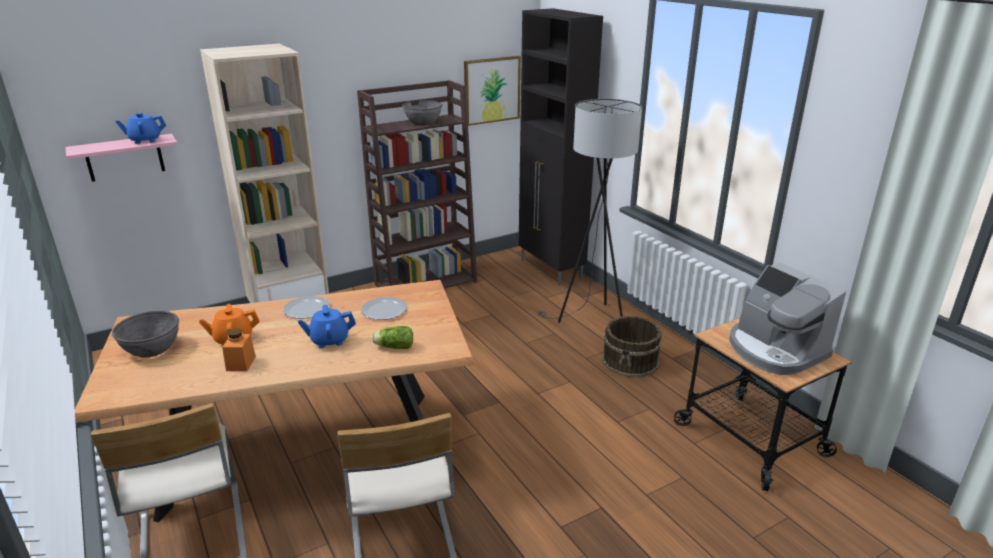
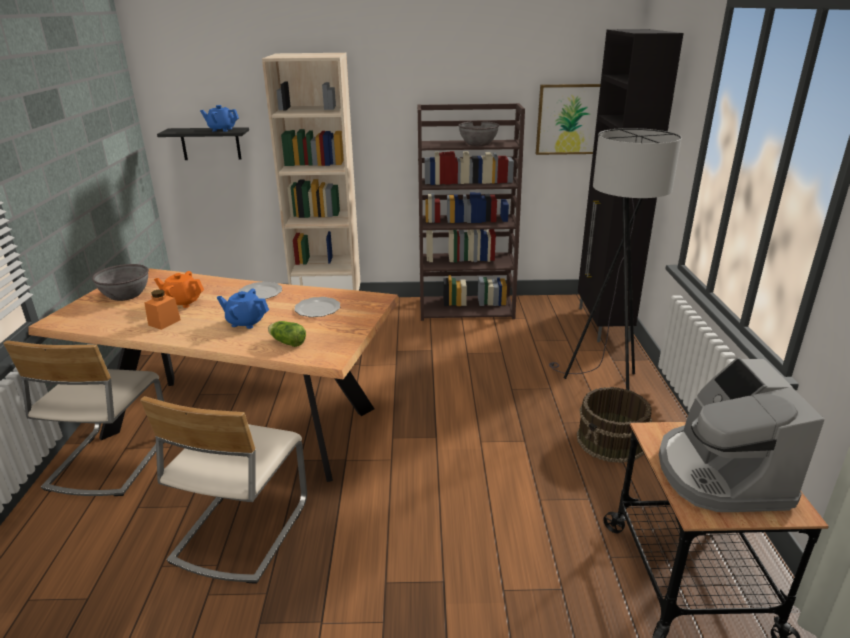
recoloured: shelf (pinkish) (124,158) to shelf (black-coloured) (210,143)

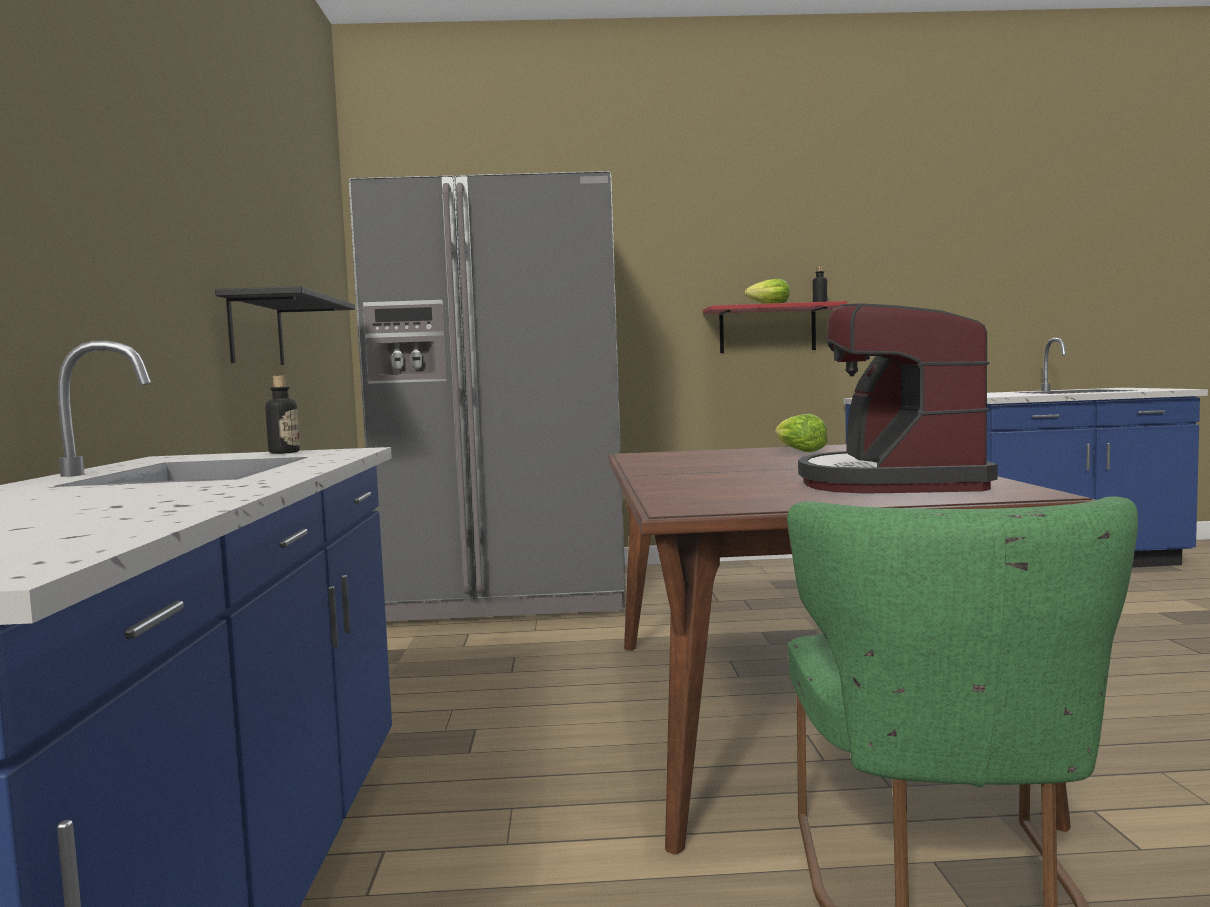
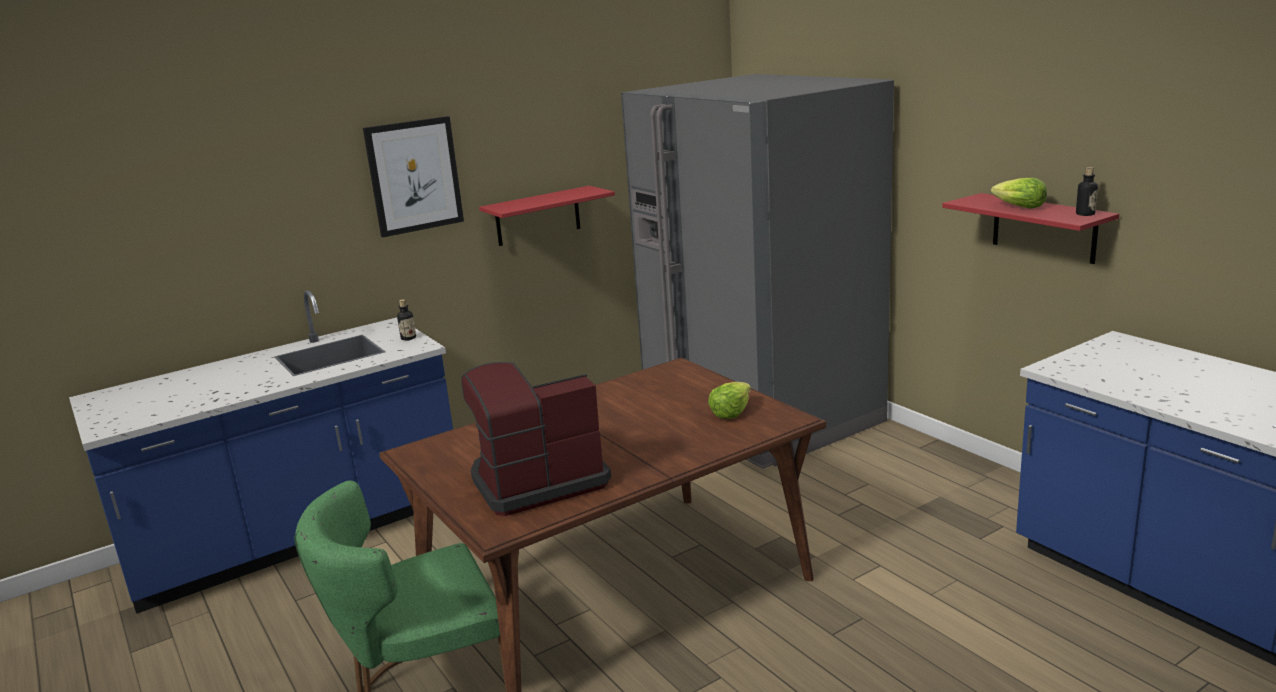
added: picture (414,176)
recoloured: shelf (black-coloured) (256,331) to shelf (red-coloured) (538,216)

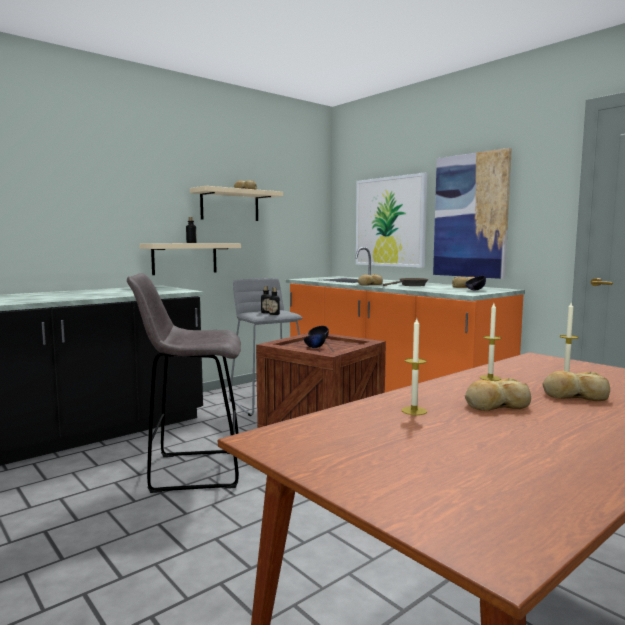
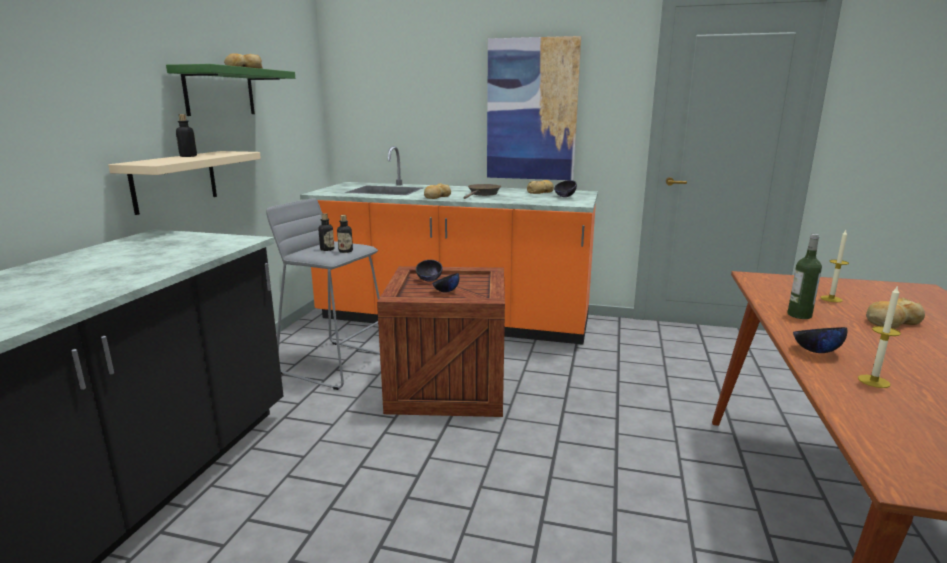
removed: stool seat (grey) (193,470); picture (390,222); bakery bread (495,405)
added: deep dish (black-coloured) (815,351)
replaced: wax light (490,378) to drink bottle (799,315)
recoloured: shelf (sand-coloured) (230,205) to shelf (green-coloured) (220,92)

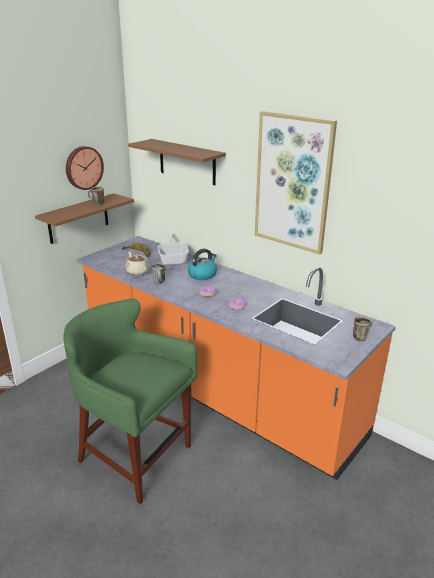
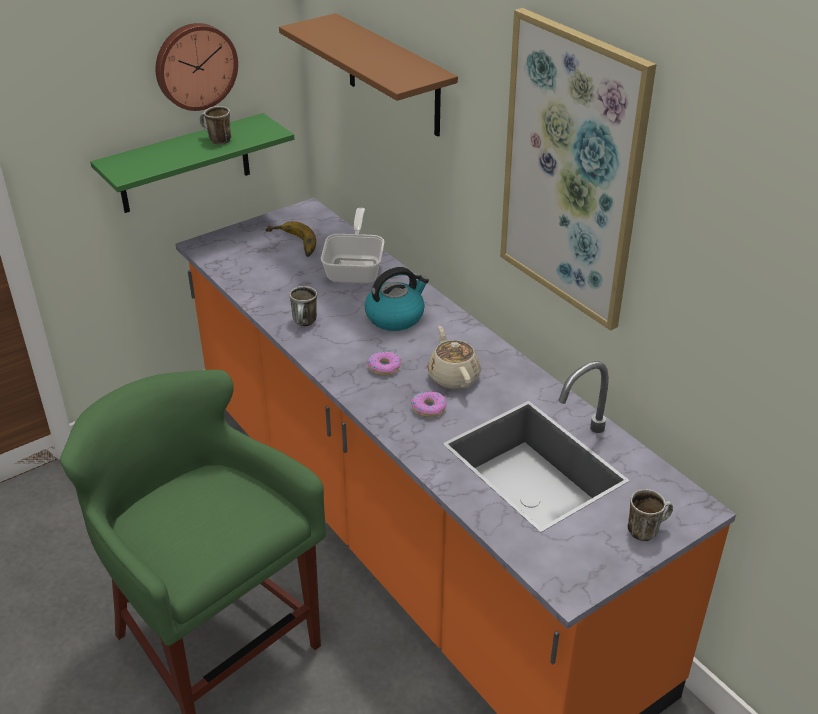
moved: teapot (sand-coloured) (137,272) to (453,376)
recoloured: shelf (brown) (78,218) to shelf (green-coloured) (184,164)

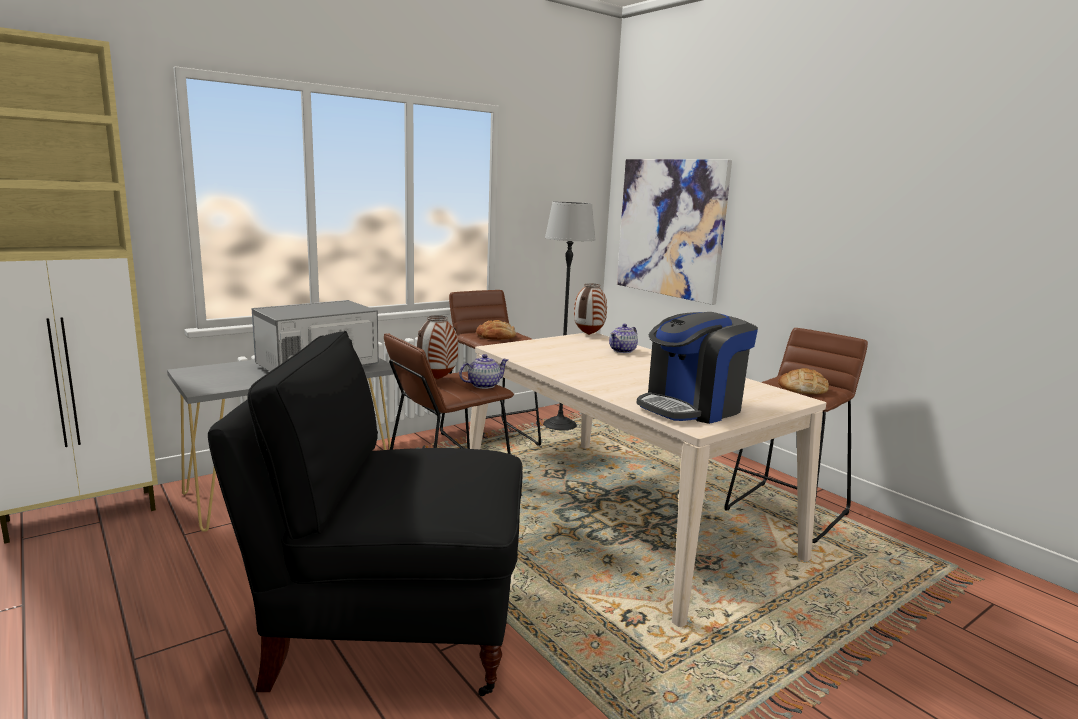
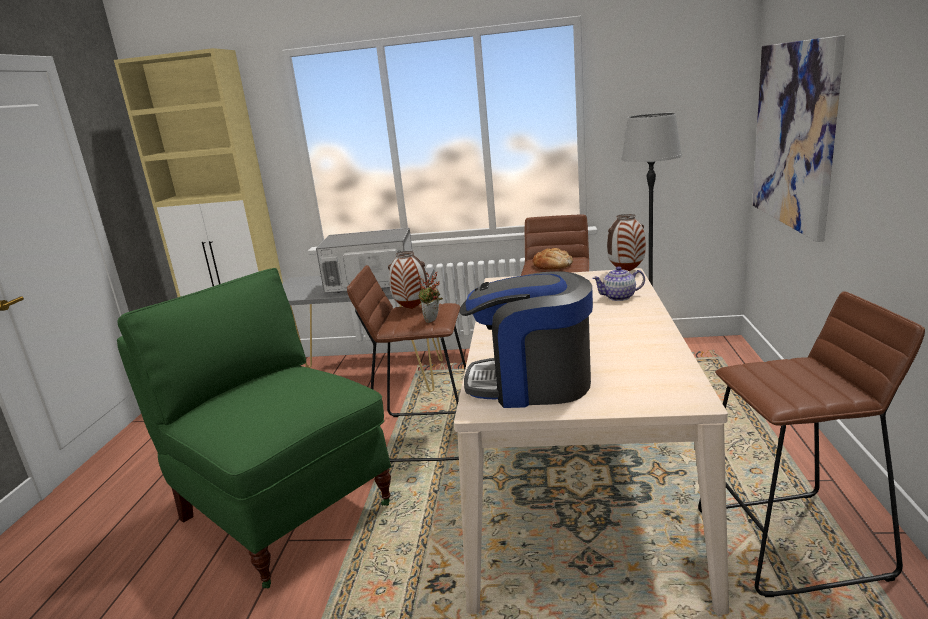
removed: bakery bread (802,388)
replaced: teapot (483,385) to plant in a pot (433,320)
recoloured: plain chair (black-coloured) (391,630) to plain chair (green-coloured) (283,510)

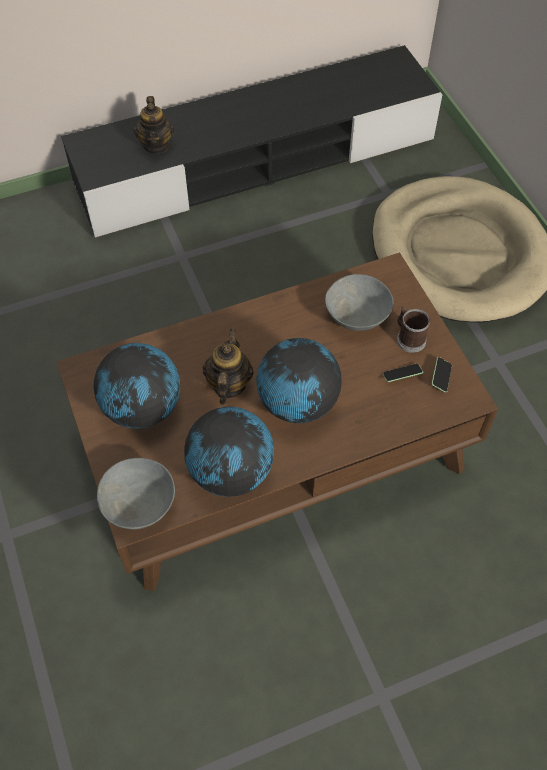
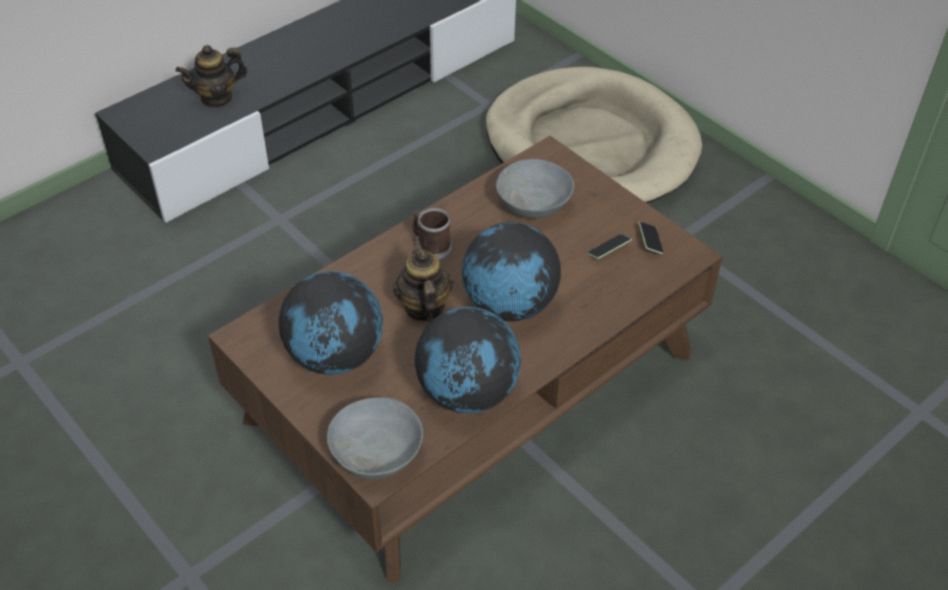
moved: mug (408,338) to (431,247)
turned: teapot (156,145) = (217,98) 90 degrees clockwise

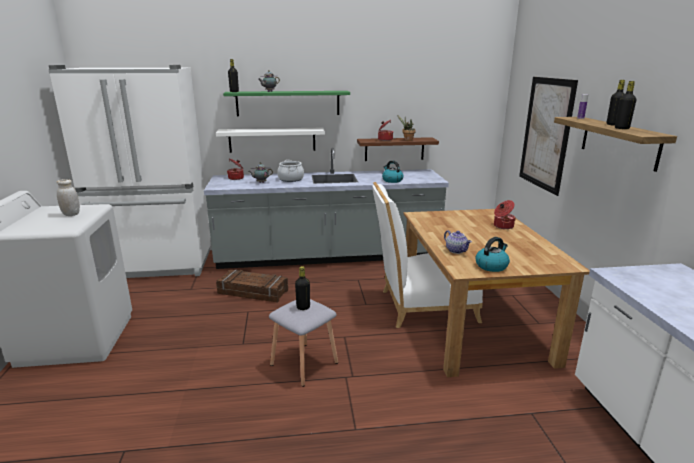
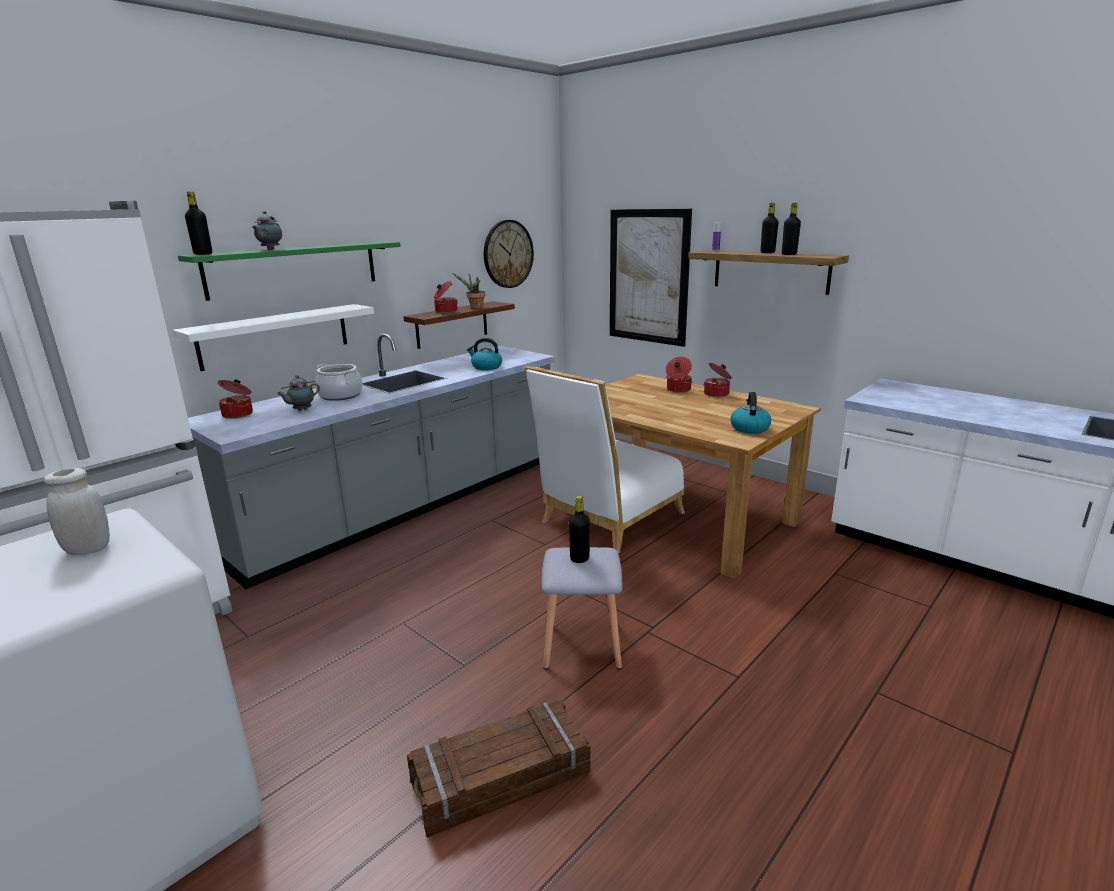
removed: teapot (456,250)
added: clock on the wall (508,254); stockpot (717,394)
moved: packing crate (252,292) to (501,778)

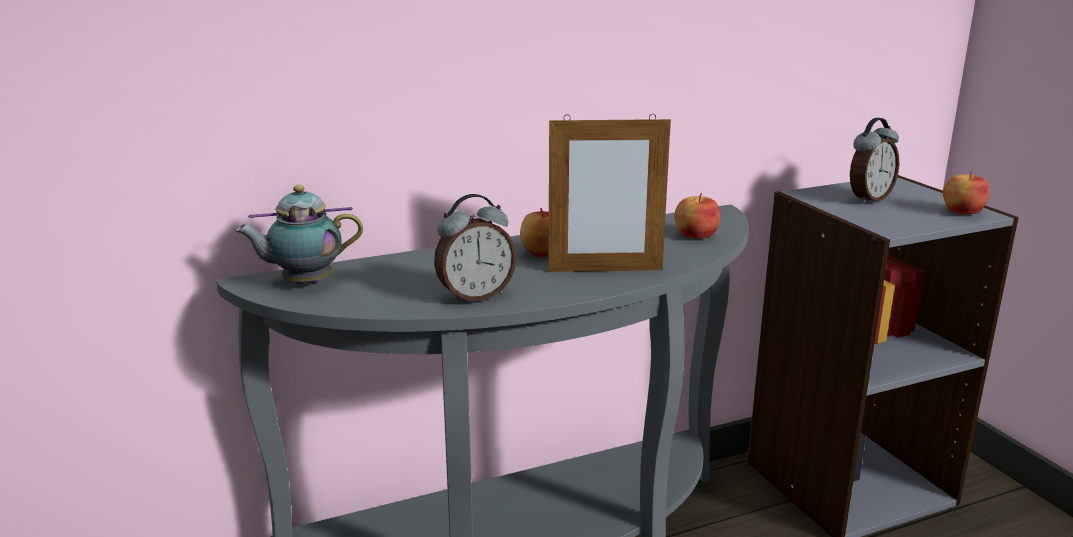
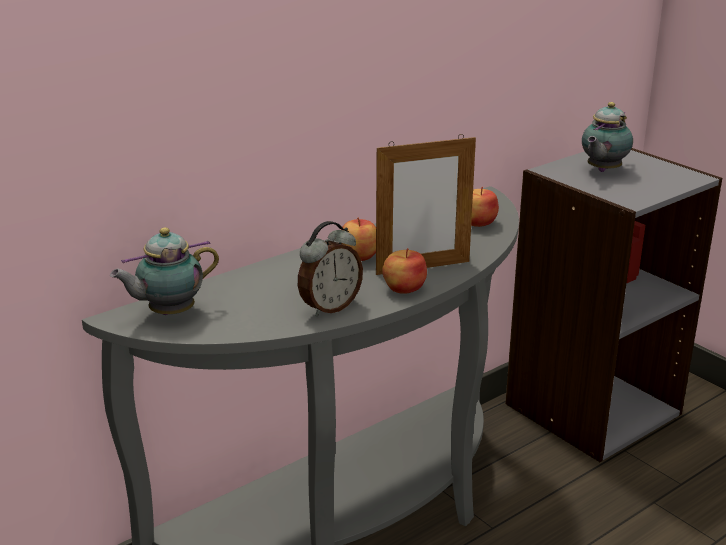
moved: apple (962,212) to (404,288)
replaced: table clock (868,199) to teapot (602,170)

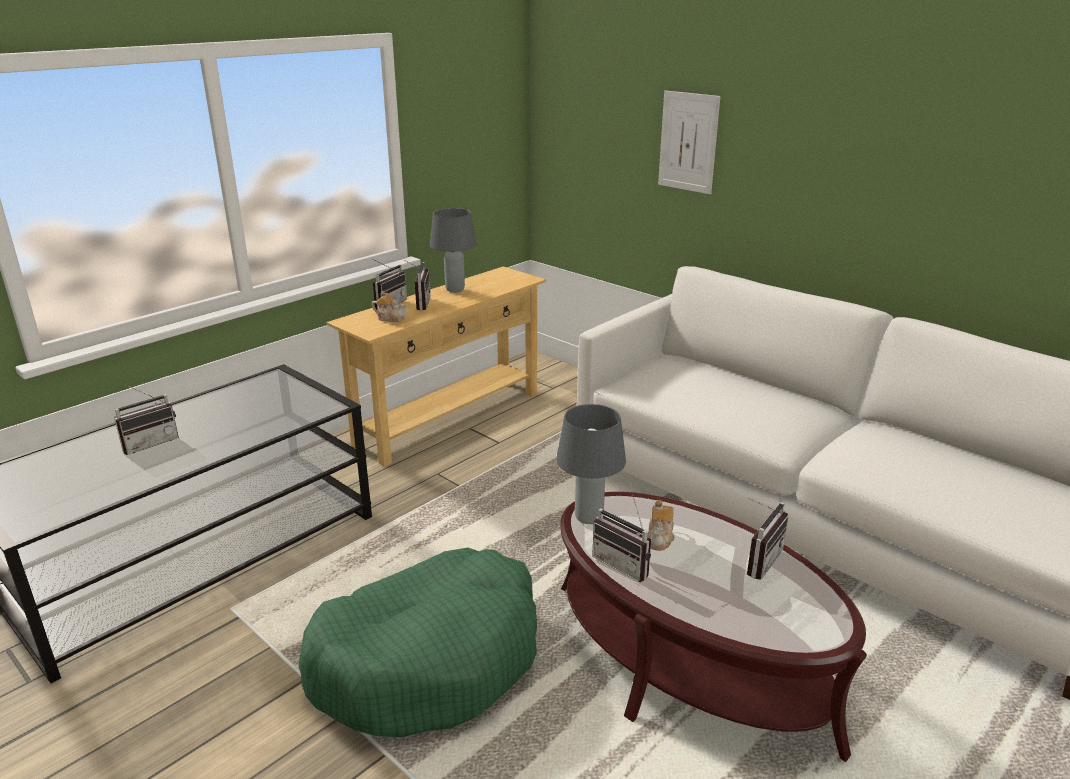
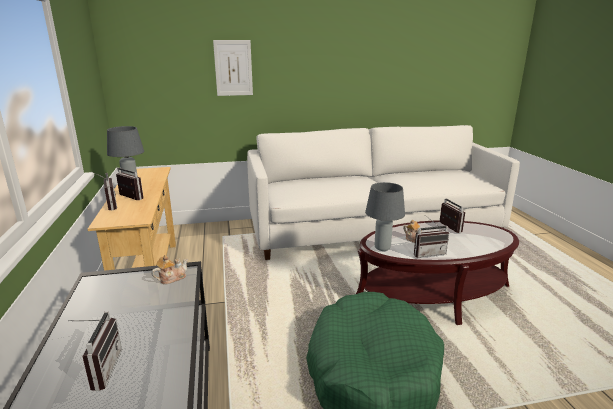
moved: teapot (390,318) to (171,278)

